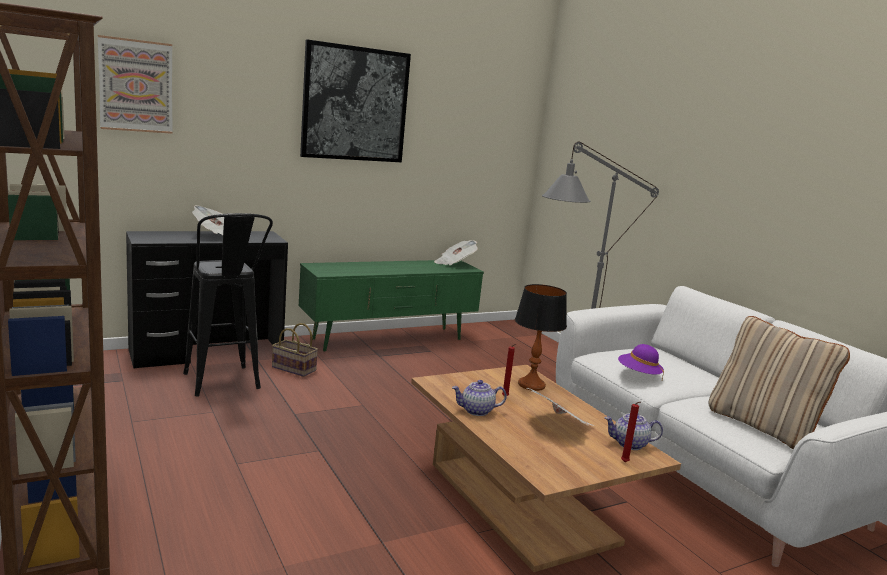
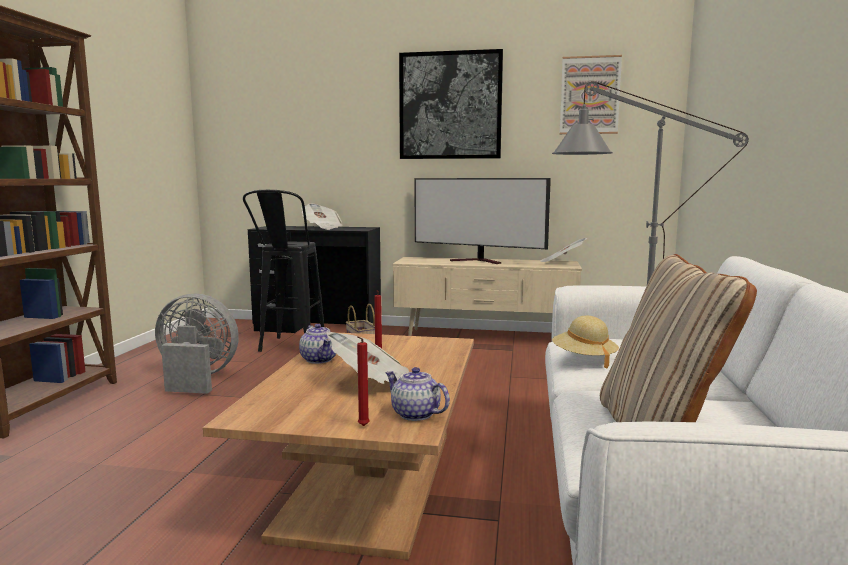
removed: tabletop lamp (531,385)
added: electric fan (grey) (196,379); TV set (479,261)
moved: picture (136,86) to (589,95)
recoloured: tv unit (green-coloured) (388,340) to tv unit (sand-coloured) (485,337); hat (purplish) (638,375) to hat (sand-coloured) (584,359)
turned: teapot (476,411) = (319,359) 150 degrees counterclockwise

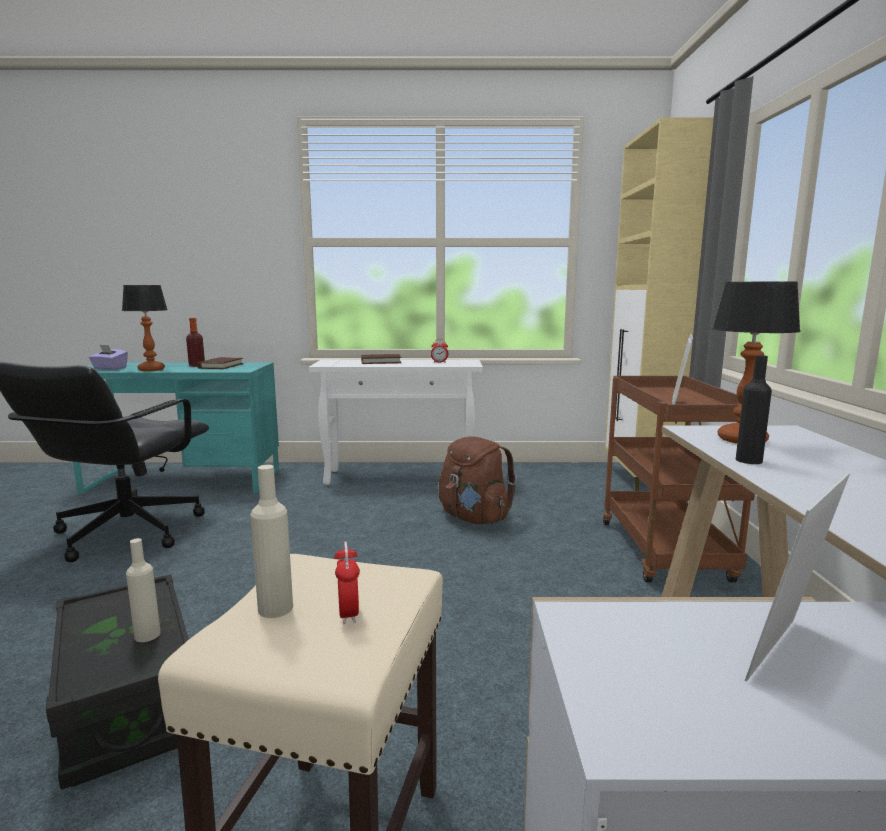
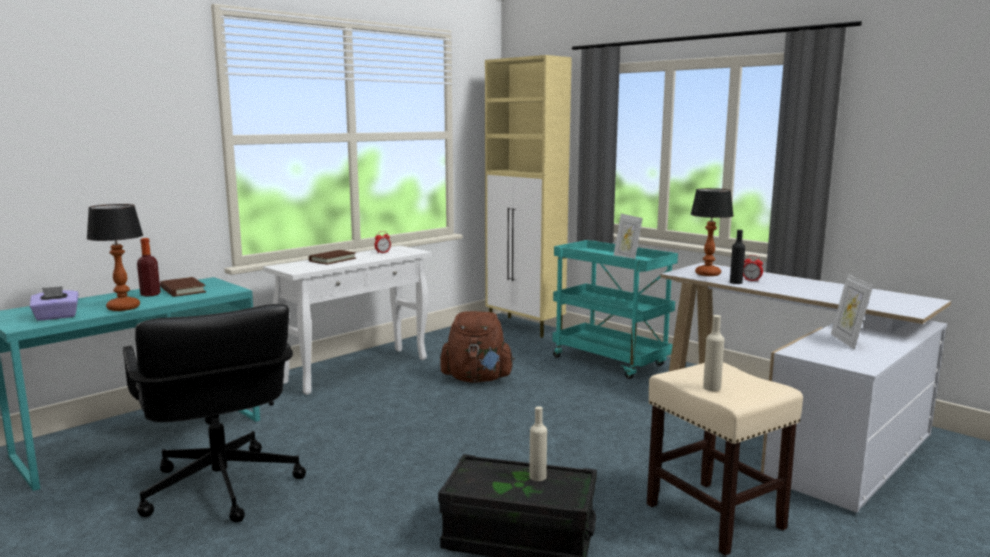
moved: table clock (348,613) to (751,280)
recoloured: cart (brown) (666,552) to cart (turquoise-coloured) (611,362)

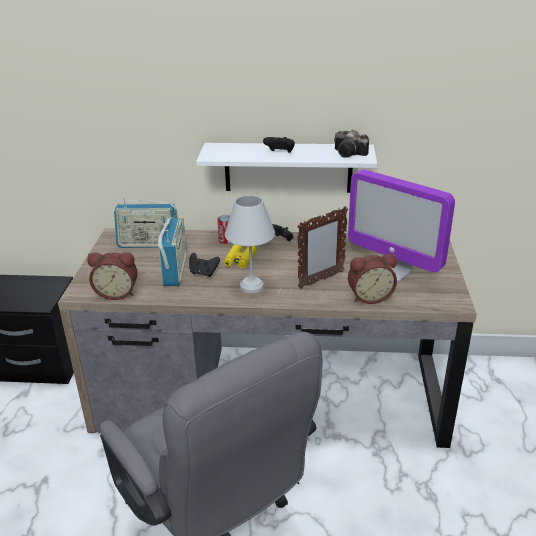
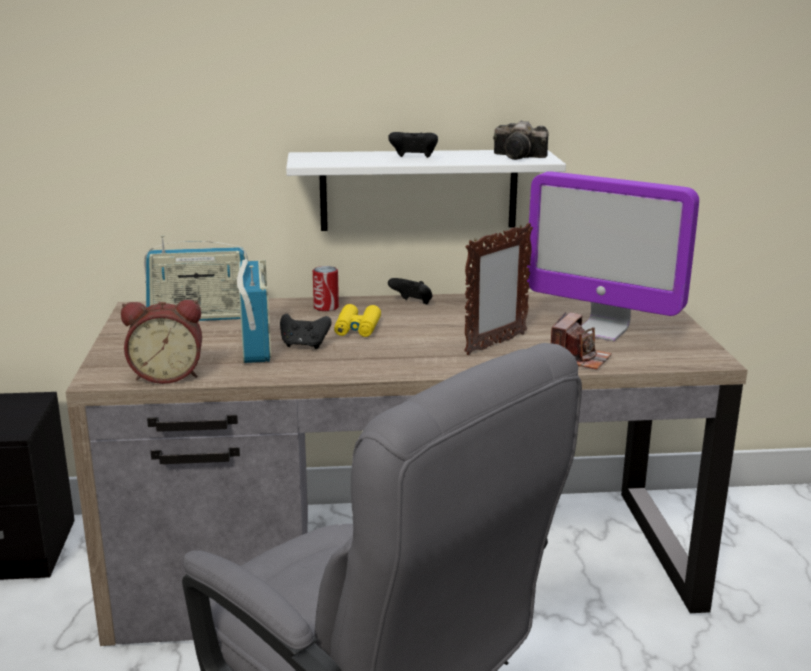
removed: tabletop lamp (whitish) (251,287)
replaced: table clock (369,296) to photo camera (579,359)

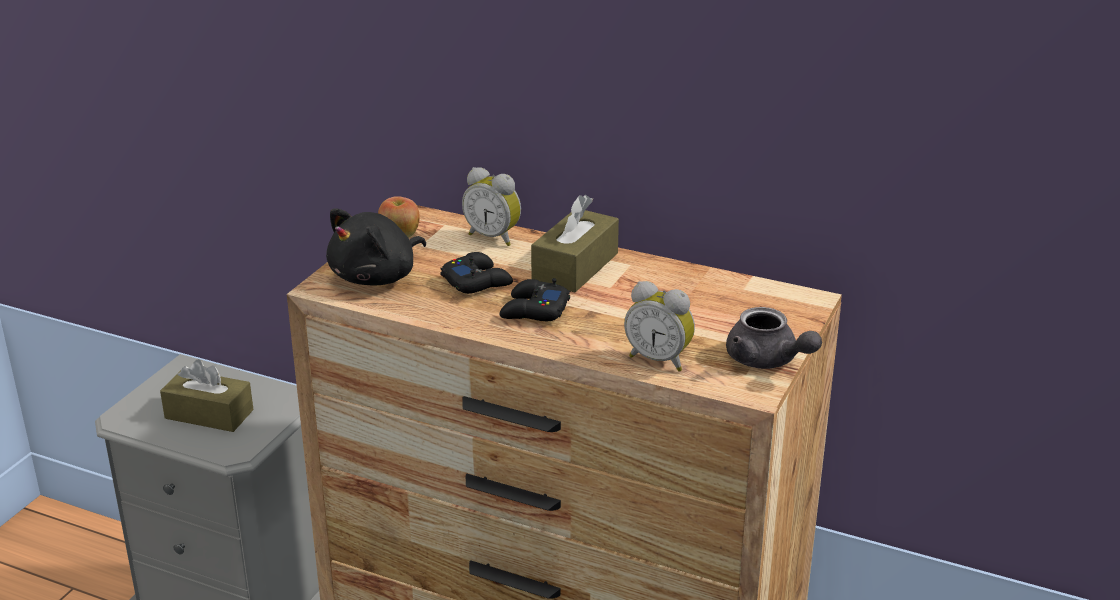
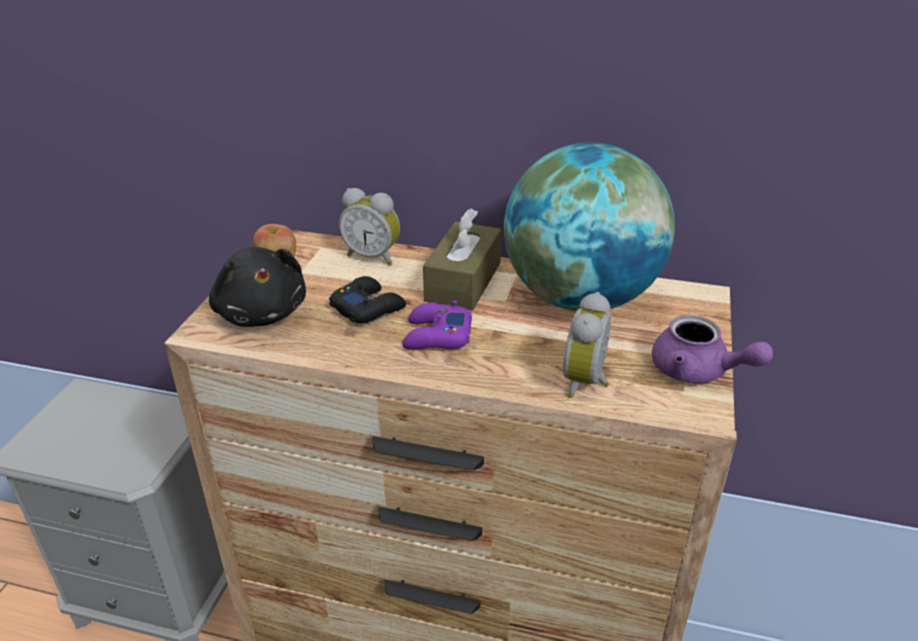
removed: tissue box (brown) (209,414)
added: desk globe (581,298)
recoloured: gamepad (black-coloured) (534,310) to gamepad (purplish) (436,336); teapot (grey) (767,361) to teapot (purplish) (698,372)
turned: plush toy (black-coloured) (377,277) = (261,312) 60 degrees counterclockwise; table clock (659,359) = (588,382) 90 degrees clockwise

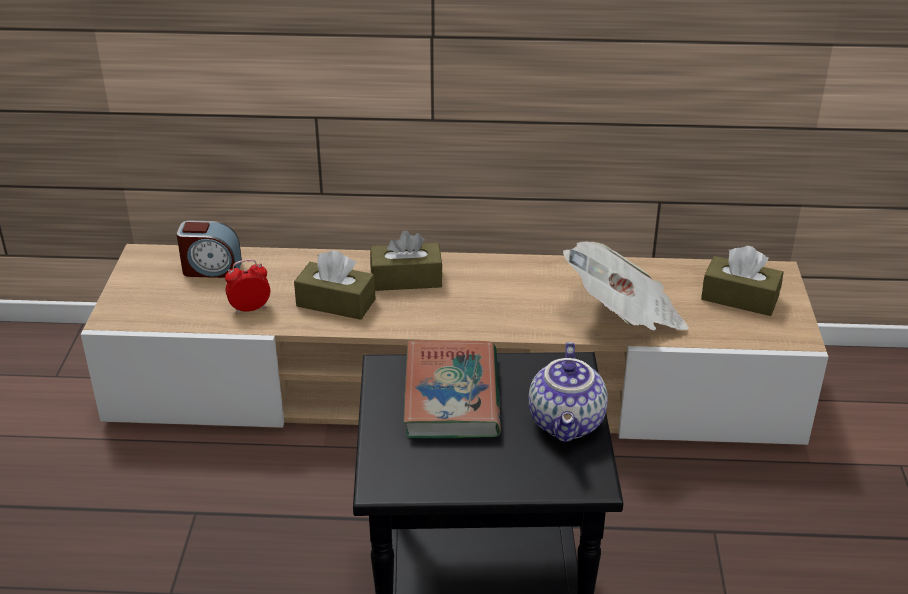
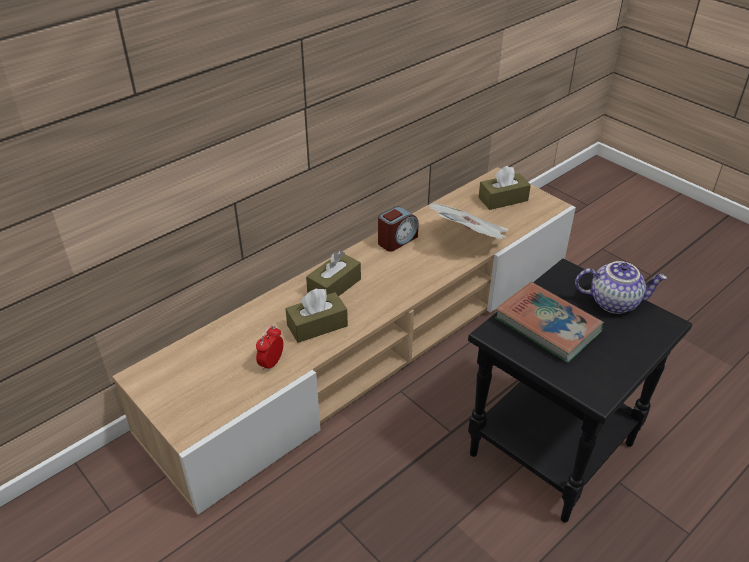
moved: table clock (211,269) to (397,240)
turned: teapot (568,423) = (614,301) 45 degrees counterclockwise

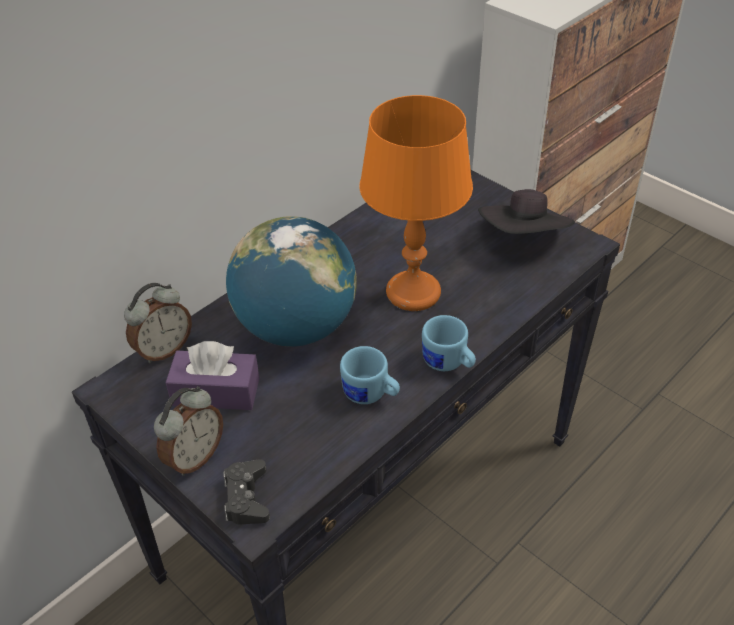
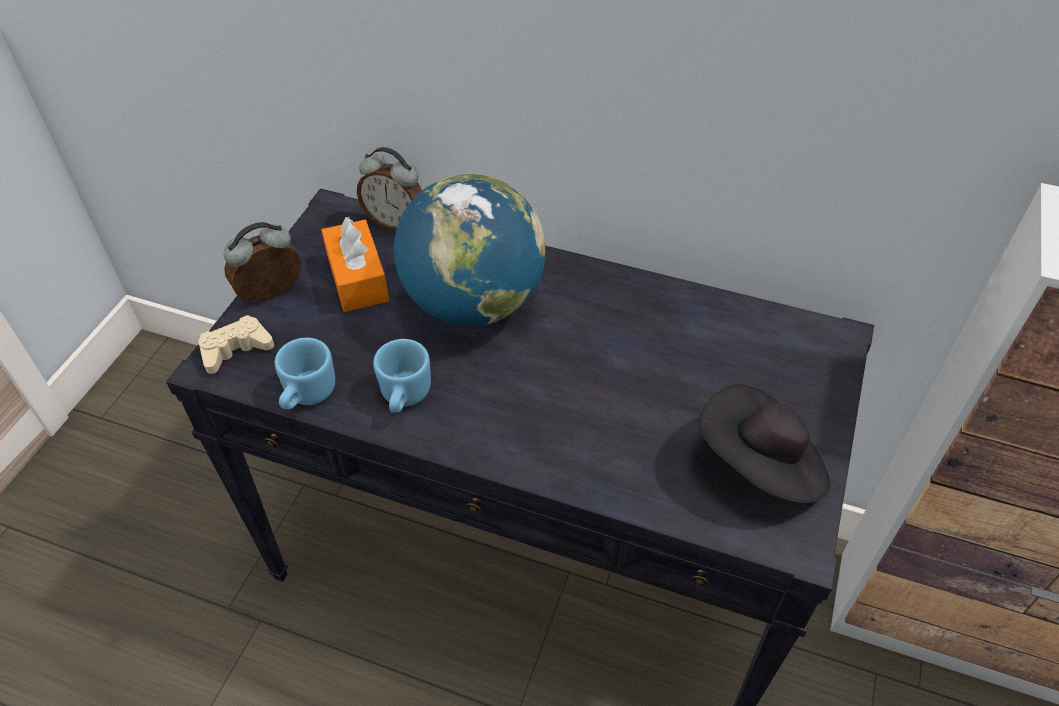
removed: tabletop lamp (orange-coloured) (414,292)
moved: mug (blue-coloured) (448,363) to (306,396)
recoloured: gamepad (black-coloured) (246,498) to gamepad (sand-coloured) (236,349); tissue box (purplish) (216,391) to tissue box (orange-coloured) (357,278)
turned: table clock (194,457) = (272,295) 135 degrees clockwise

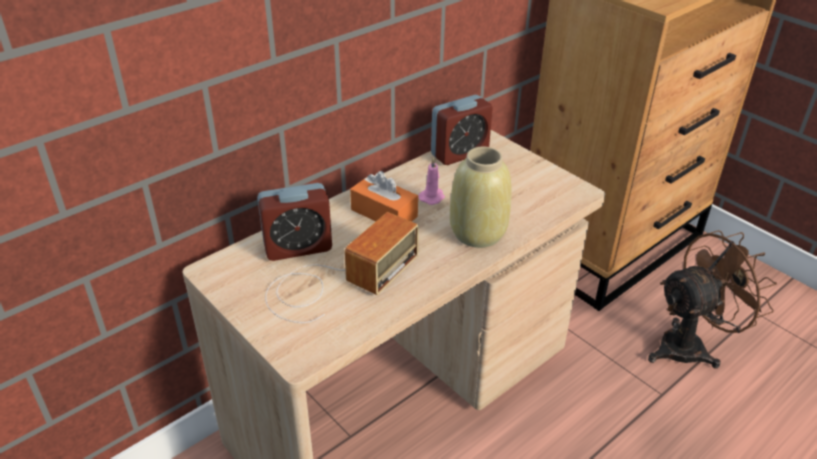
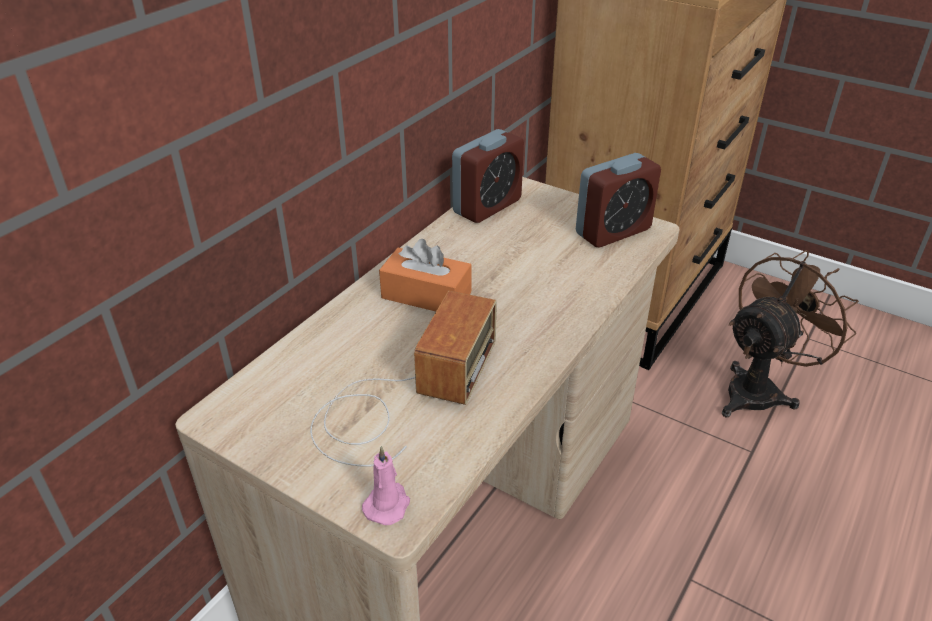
removed: flower vase (sand-coloured) (477,234)
moved: wax light (pinkish) (432,197) to (388,504); table clock (298,247) to (613,231)

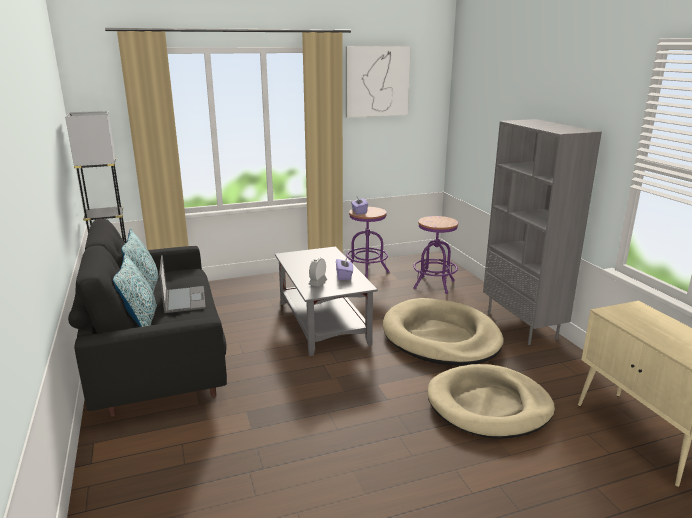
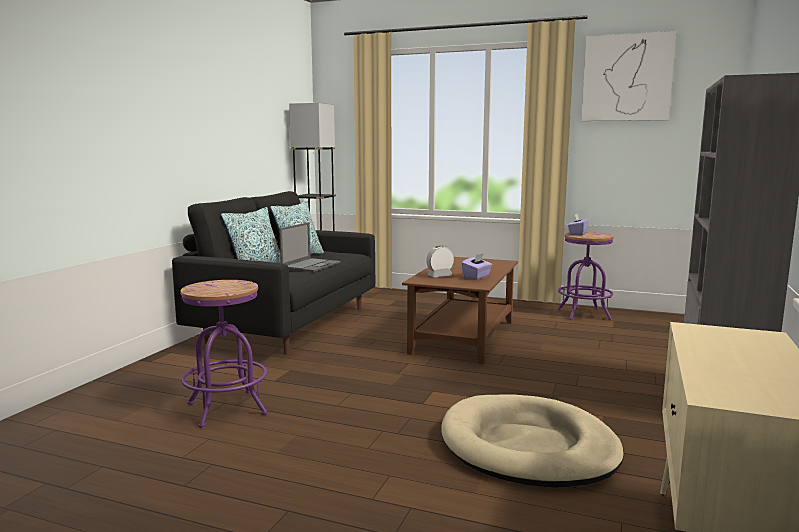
removed: pet bed (sand-coloured) (441,337)
moved: stool seat (purplish) (434,284) to (226,409)
recoloured: lounge table (grey) (322,322) to lounge table (brown) (463,337)

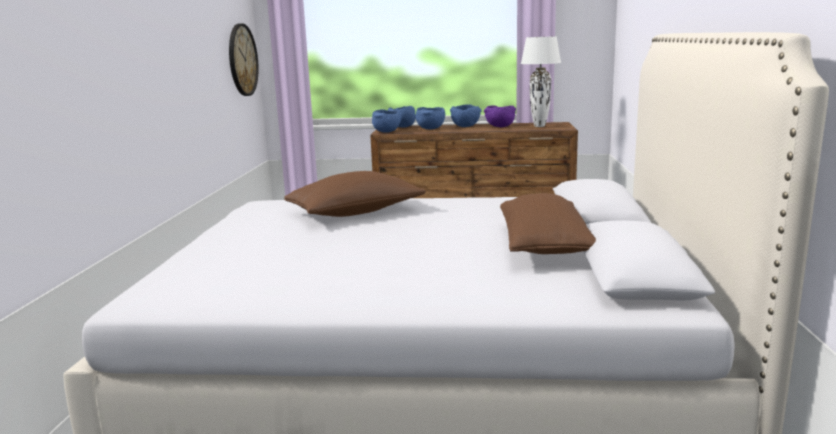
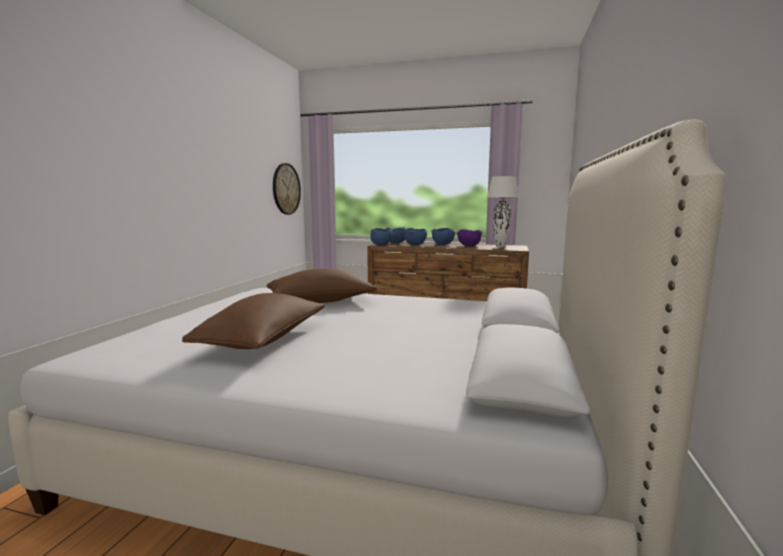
moved: cushion (brown) (545,246) to (264,340)

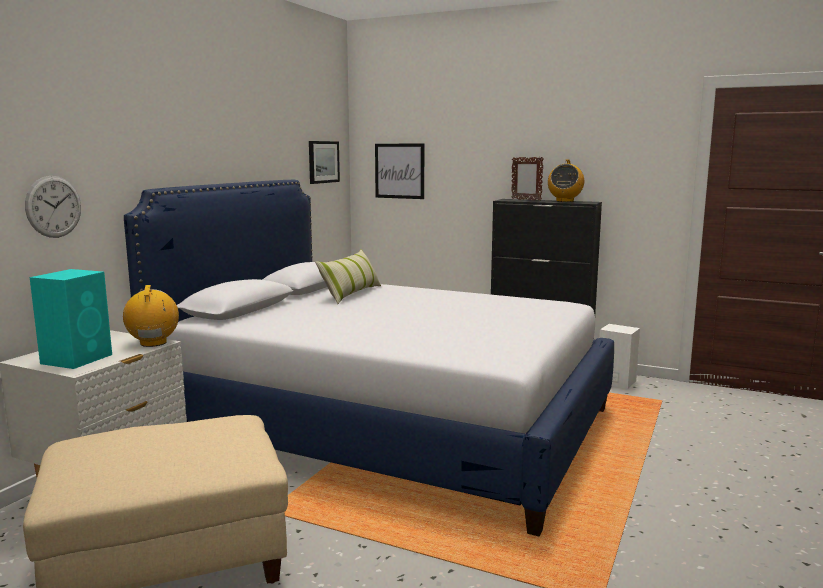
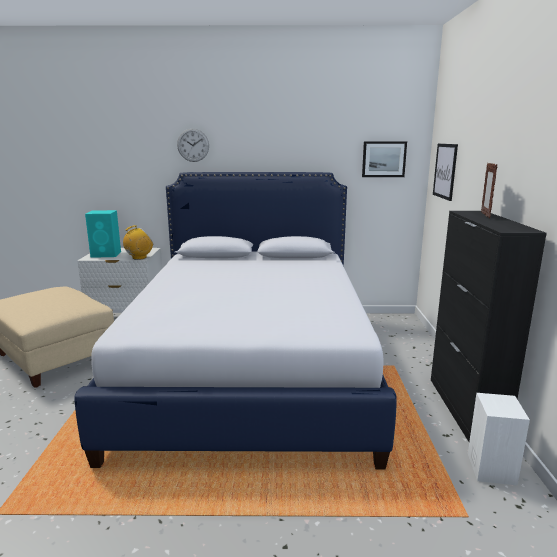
removed: cushion (351,294); radio set (564,201)
moved: clock on the wall (53,206) to (193,145)

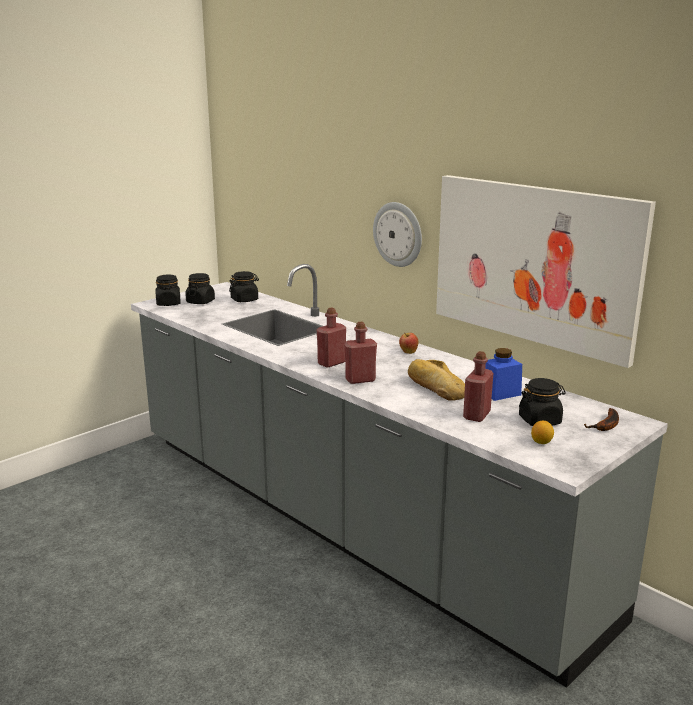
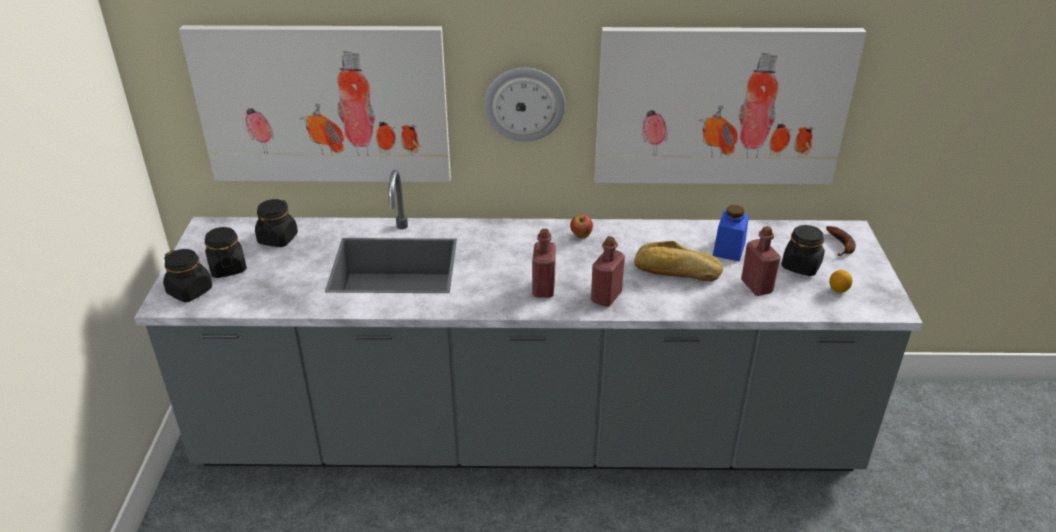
added: picture (323,105)

